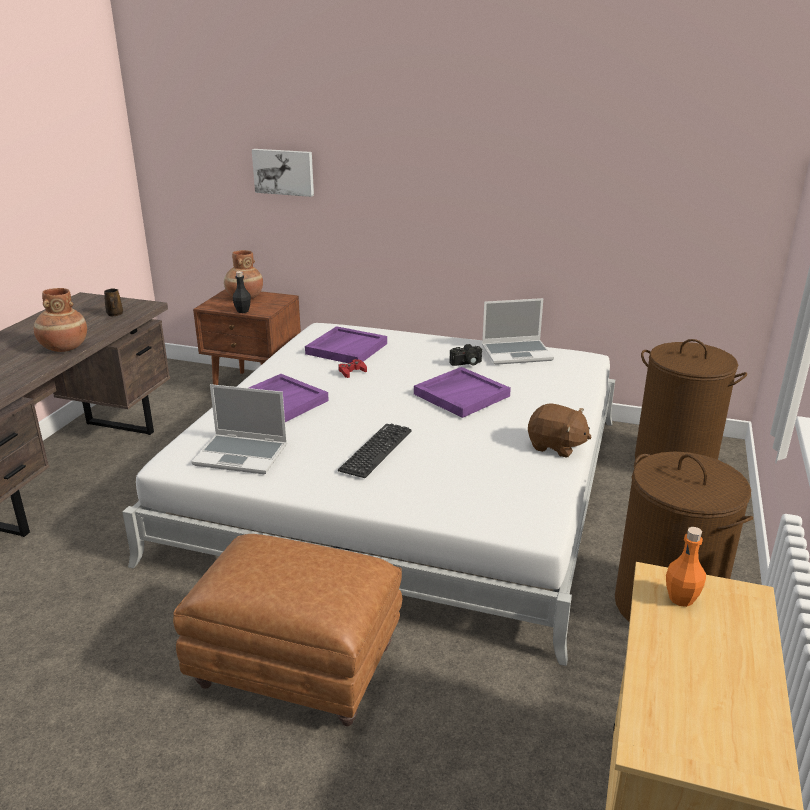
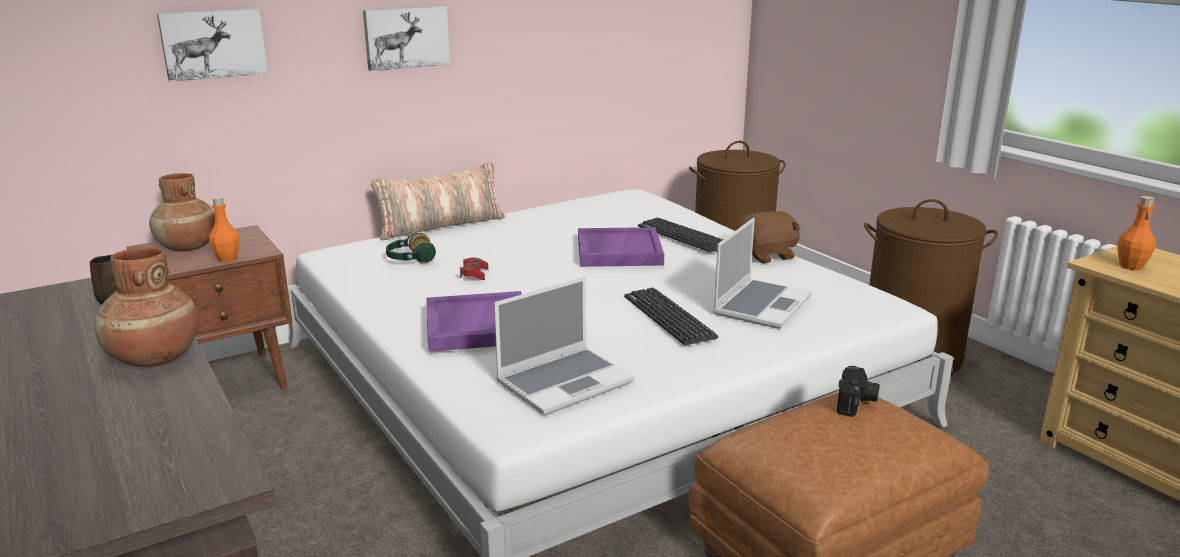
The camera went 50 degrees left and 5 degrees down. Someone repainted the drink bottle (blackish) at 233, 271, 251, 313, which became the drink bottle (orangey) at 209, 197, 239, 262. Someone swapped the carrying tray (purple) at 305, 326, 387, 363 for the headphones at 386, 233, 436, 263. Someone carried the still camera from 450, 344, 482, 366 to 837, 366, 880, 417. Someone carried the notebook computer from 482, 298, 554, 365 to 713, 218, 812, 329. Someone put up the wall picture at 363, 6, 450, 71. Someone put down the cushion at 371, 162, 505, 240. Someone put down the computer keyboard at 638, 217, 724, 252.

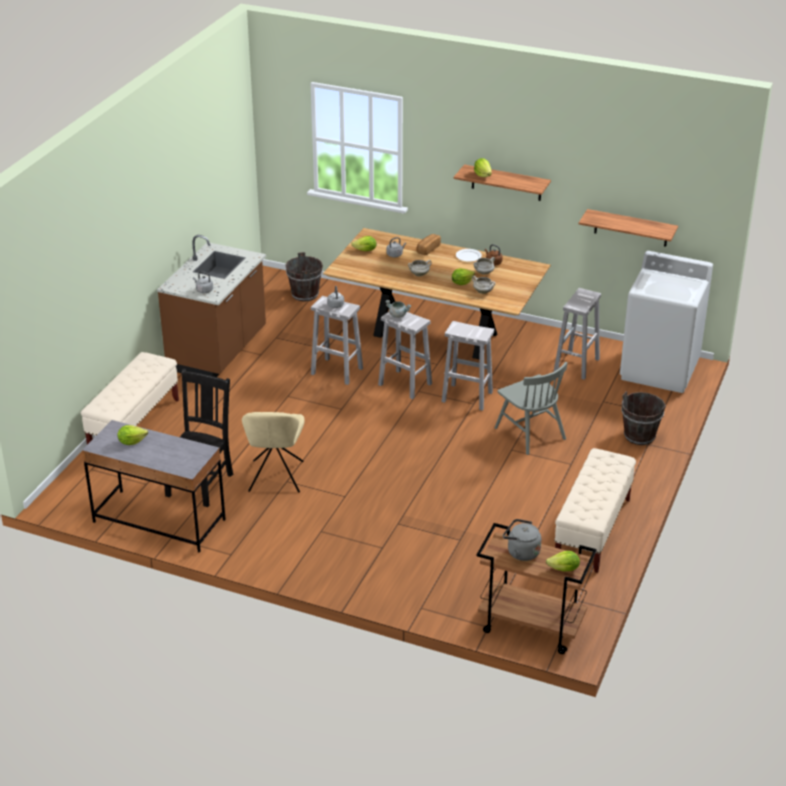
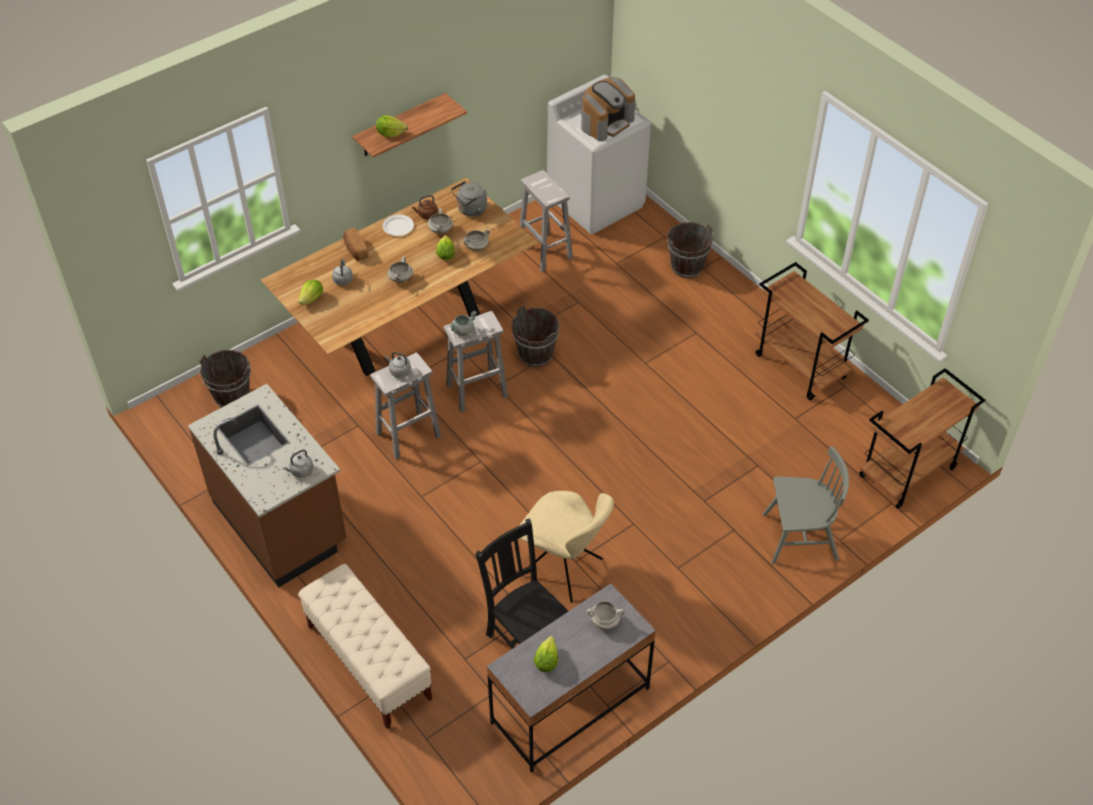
The camera went 60 degrees left and 15 degrees up. Someone swapped the stool (white) at 442, 321, 494, 411 for the water bucket (brown) at 511, 306, 560, 367. Someone carried the chair (grey) from 494, 362, 567, 455 to 763, 446, 849, 564. Someone carried the water kettle (grey) from 503, 519, 541, 561 to 451, 181, 487, 217. Someone took away the lettuce head at 546, 551, 580, 571. Someone swapped the long seat (beige-coloured) at 554, 448, 636, 573 for the trolley (brown) at 755, 262, 869, 401. Someone took away the wall shelf at 579, 209, 678, 247. Someone put down the coffee brewer at 581, 77, 635, 141. Someone put down the saucepot (white) at 587, 601, 624, 629.

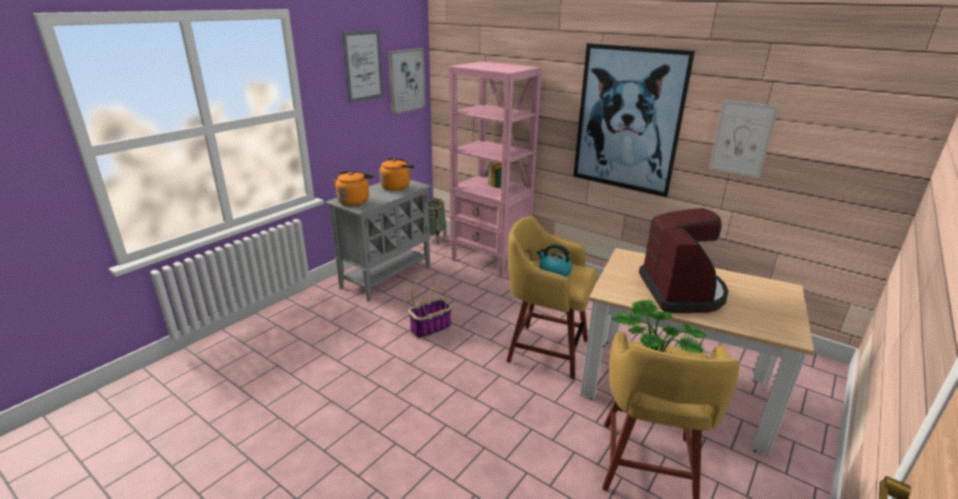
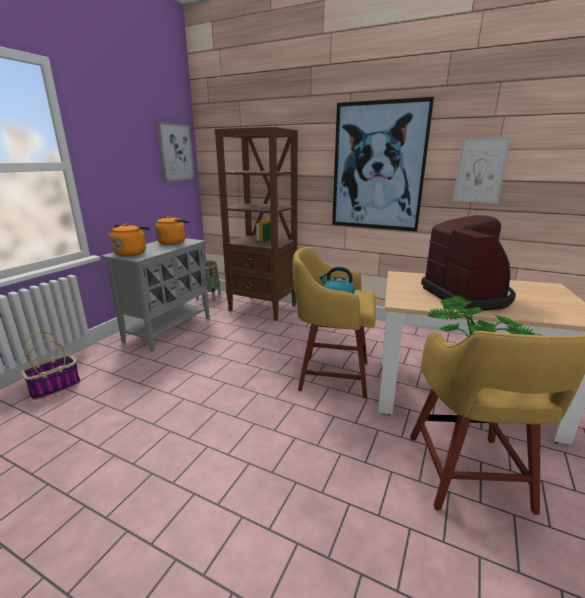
The camera went 10 degrees left and 5 degrees down. Someone took away the wall picture at 342, 30, 384, 103. Someone carried the basket from 408, 276, 452, 339 to 21, 332, 81, 400. Someone repainted the bookshelf (pinkish) at 448, 61, 542, 278, which became the bookshelf (brown) at 215, 127, 298, 321.

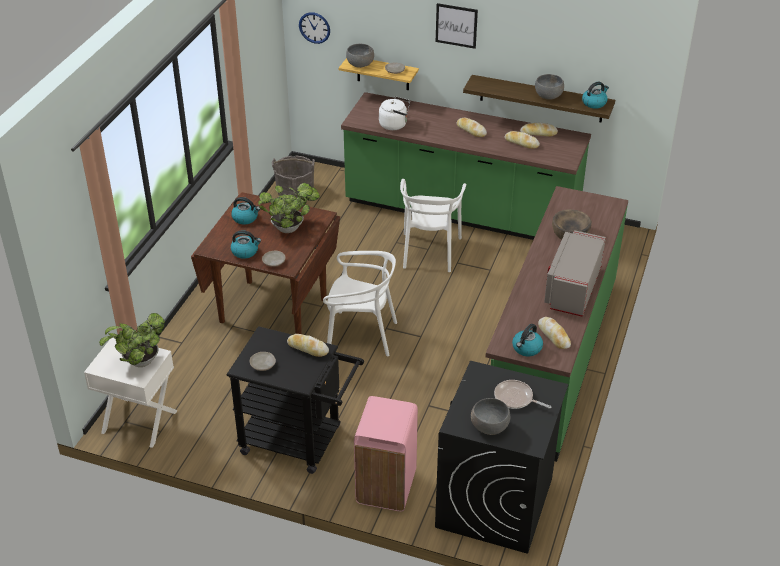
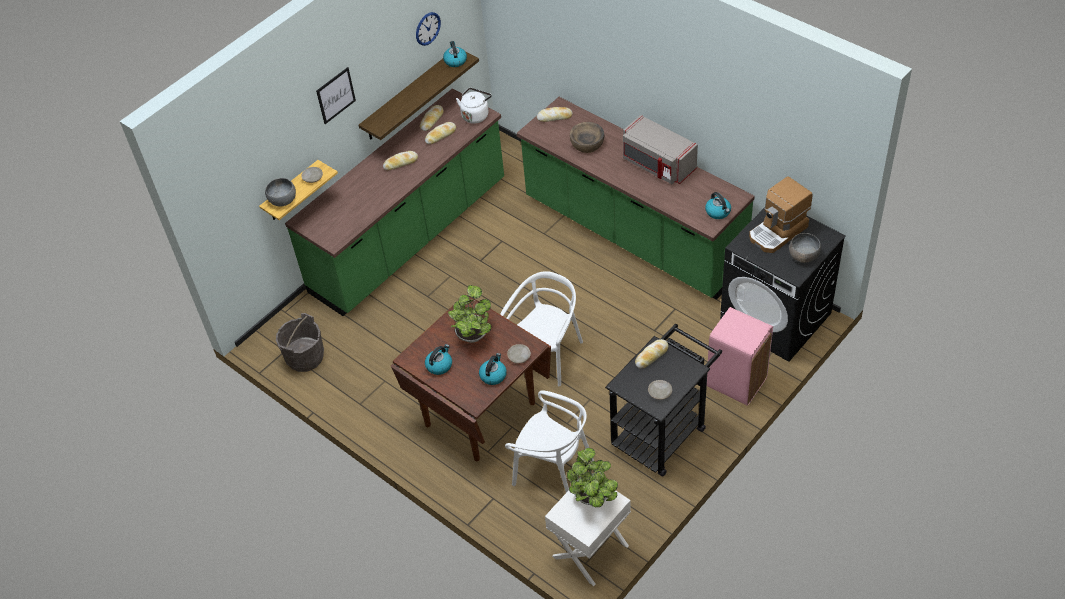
The camera went 65 degrees left and 10 degrees up. Someone carried the wall clock from 299, 12, 330, 44 to 416, 12, 441, 46. Someone carried the water kettle (white) from 379, 96, 410, 130 to 456, 88, 492, 124. Someone carried the chair (white) from 400, 179, 466, 272 to 505, 390, 594, 493. Someone swapped the skillet at 494, 380, 551, 409 for the coffee brewer at 749, 176, 813, 253. Someone took away the serving bowl (grey) at 535, 74, 564, 100. Someone carried the bread from 538, 317, 571, 349 to 537, 107, 573, 122.

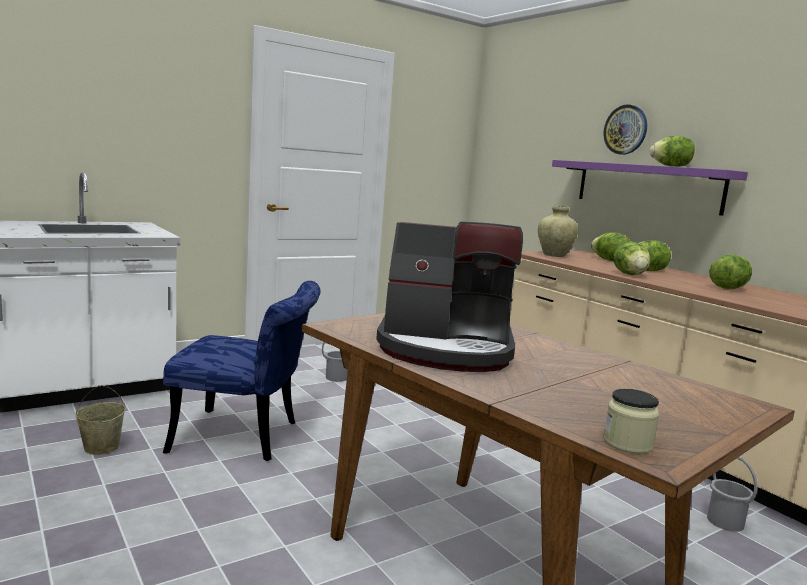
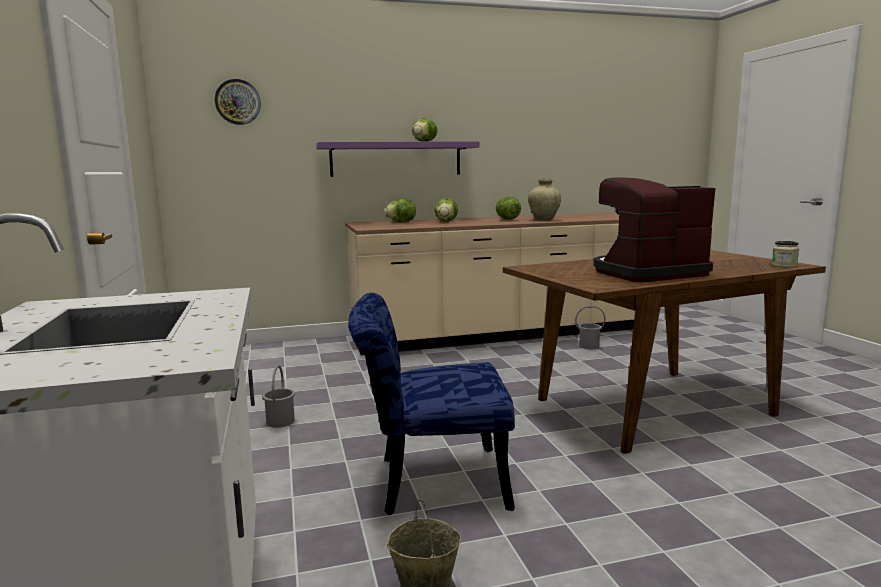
The camera went 70 degrees left and 0 degrees up. Someone rotated the chair (blue) at 163, 281, 320, 461 by 120 degrees counterclockwise. Someone rotated the coffee brewer at 376, 221, 523, 372 by 135 degrees counterclockwise. Someone carried the decorative vase (beige-coloured) from 538, 205, 578, 257 to 528, 178, 561, 221. Someone carried the wall clock from 603, 104, 647, 155 to 215, 79, 261, 125. Someone took away the lettuce head at 613, 242, 651, 275.

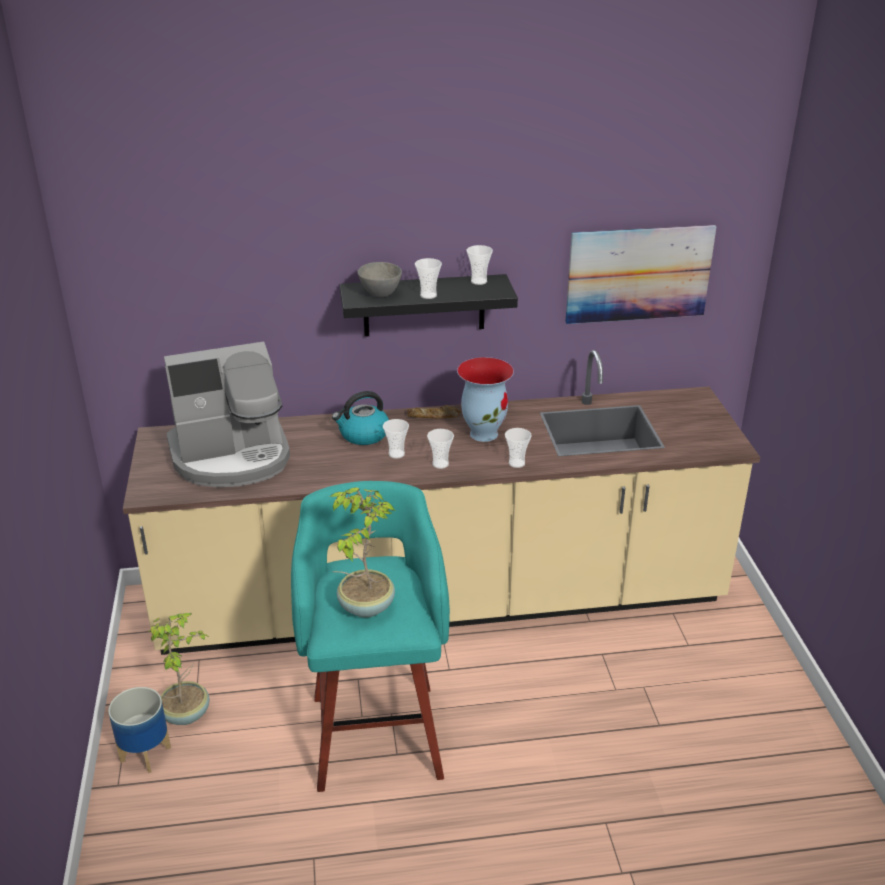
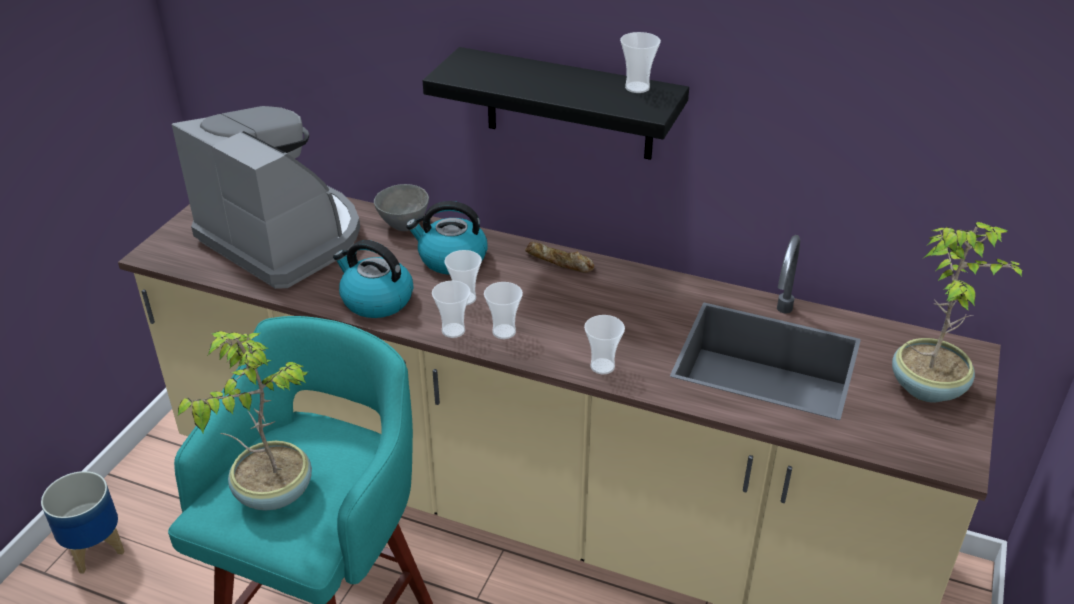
The camera went 30 degrees right and 5 degrees up. Someone carried the plant in a pot from 148, 613, 210, 725 to 892, 222, 1022, 402. Someone rotated the coffee brewer at 164, 342, 290, 487 by 150 degrees counterclockwise. Someone carried the serving bowl (grey) from 357, 262, 402, 297 to 374, 184, 429, 231. Someone carried the cup from 415, 258, 442, 299 to 432, 281, 471, 338. Someone took away the decorative vase at 457, 357, 514, 442. Someone took away the wall picture at 565, 225, 717, 324. Someone put down the water kettle at 333, 240, 413, 318.

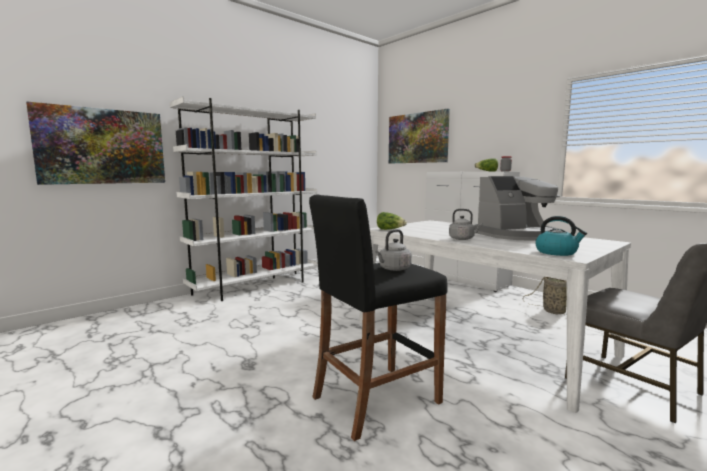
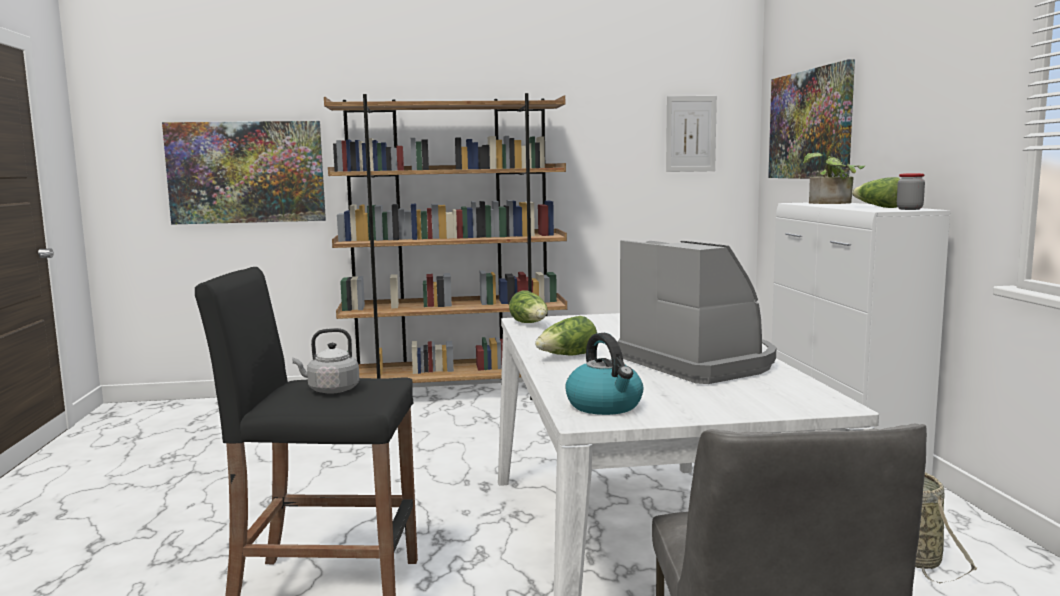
The camera went 35 degrees right and 0 degrees up. Someone repainted the bookshelf (white) at 170, 96, 318, 301, which became the bookshelf (brown) at 324, 93, 567, 400. Someone swapped the water kettle (grey) at 449, 209, 483, 240 for the lettuce head at 535, 316, 597, 355. Someone rotated the coffee brewer at 474, 176, 560, 240 by 135 degrees counterclockwise. Someone put up the wall picture at 666, 96, 717, 172. Someone put down the plant in a pot at 803, 153, 865, 204.

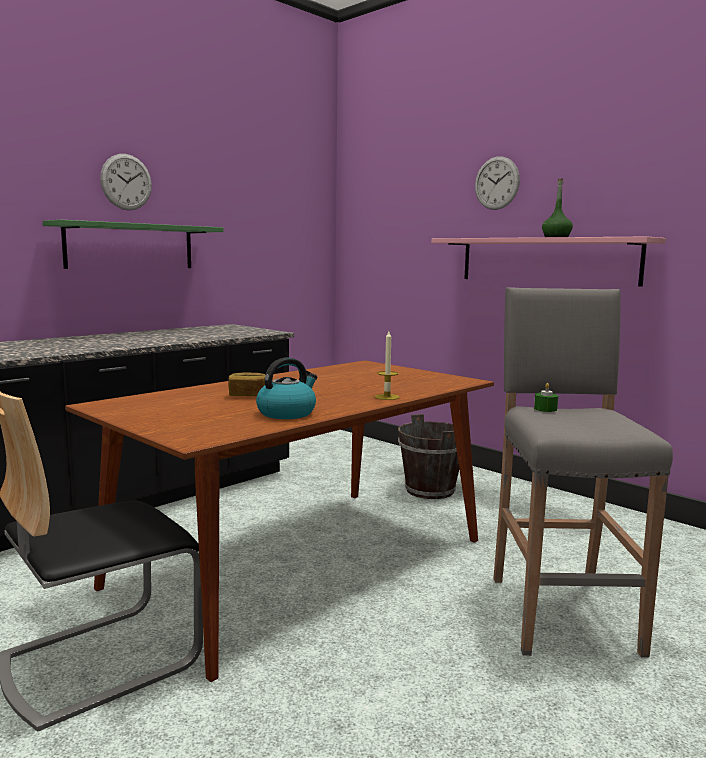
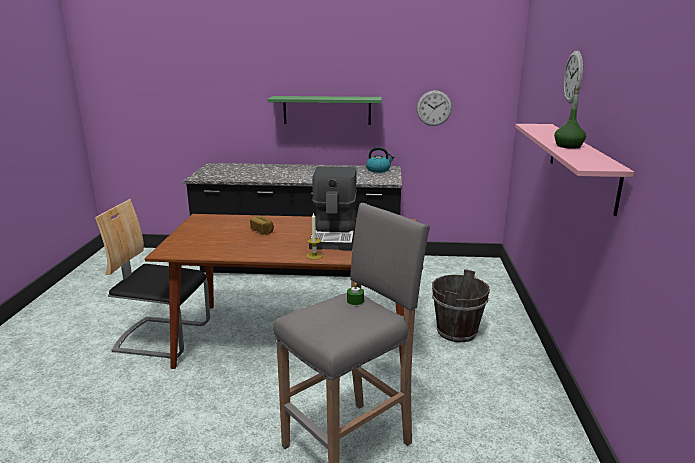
The camera went 50 degrees right and 10 degrees up. Someone carried the wall clock from 100, 154, 152, 210 to 417, 90, 452, 126. Someone carried the water kettle from 256, 357, 317, 419 to 366, 147, 395, 173. Someone put down the coffee brewer at 309, 167, 357, 250.

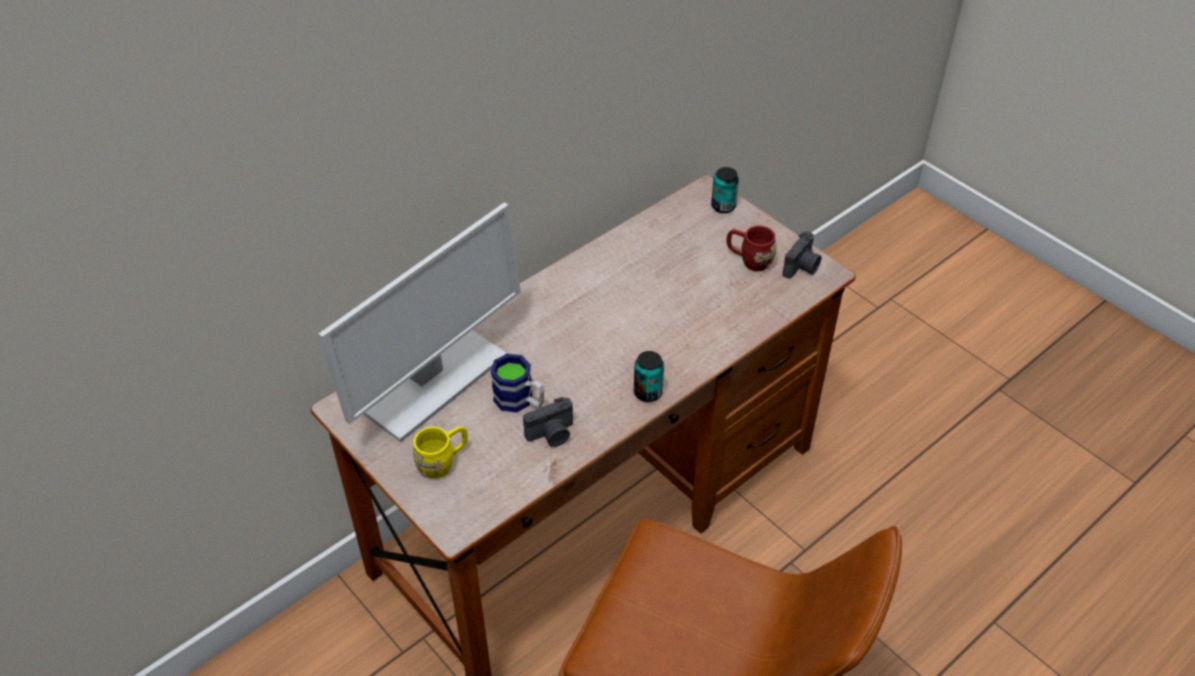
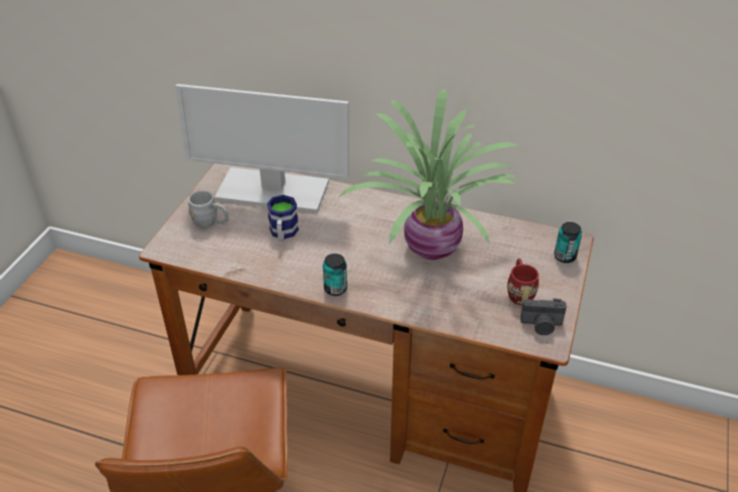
The camera went 60 degrees right and 5 degrees down. Someone repainted the tea mug (yellowish) at 412, 426, 468, 479, which became the tea mug (grey) at 188, 191, 229, 228. Someone took away the still camera at 523, 397, 573, 447. Someone put down the plant in a pot at 338, 88, 519, 260.

